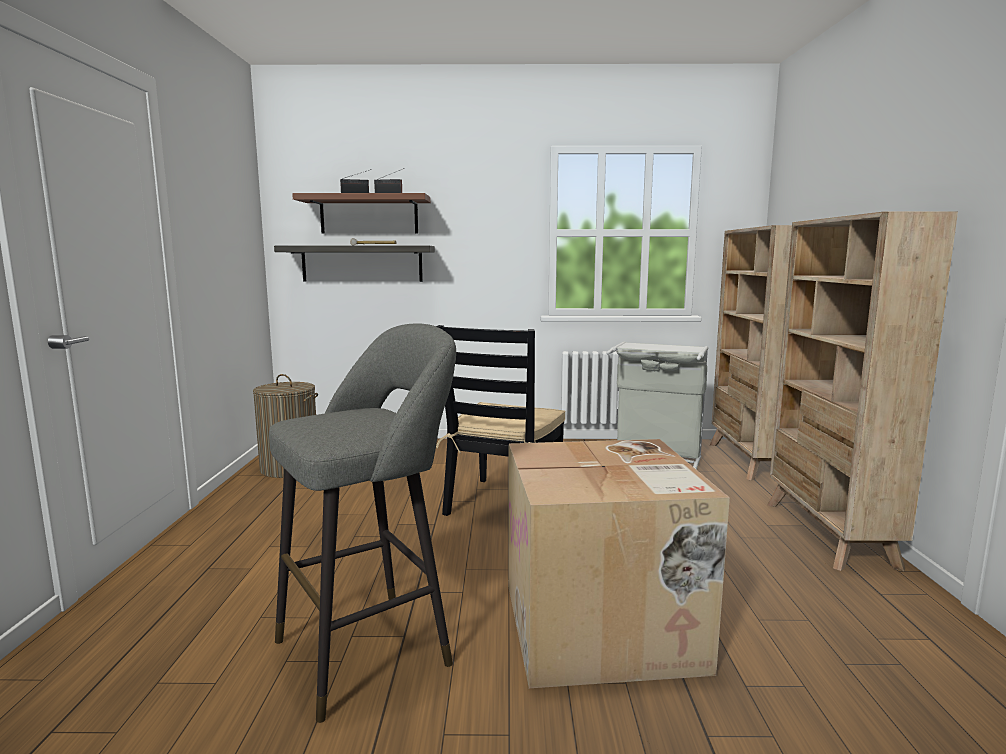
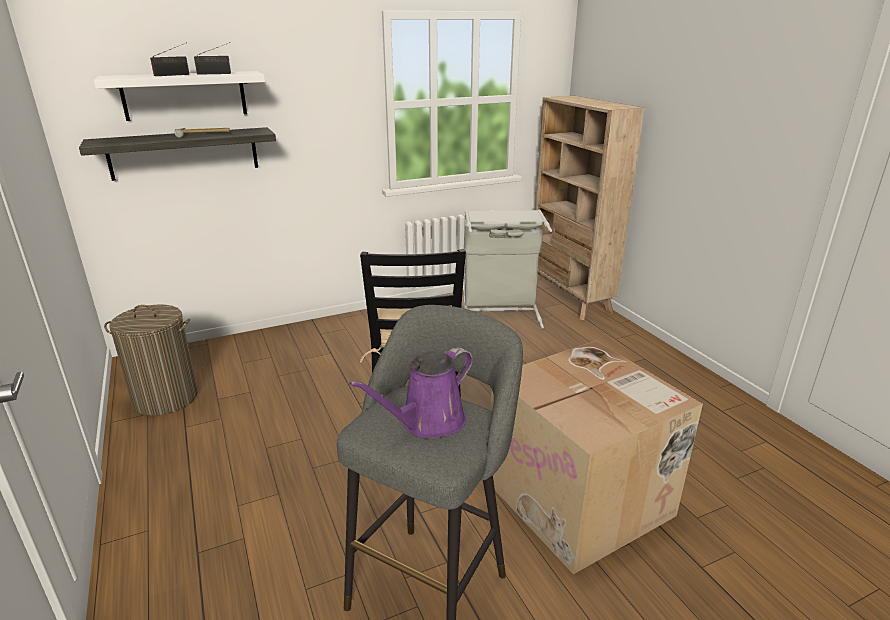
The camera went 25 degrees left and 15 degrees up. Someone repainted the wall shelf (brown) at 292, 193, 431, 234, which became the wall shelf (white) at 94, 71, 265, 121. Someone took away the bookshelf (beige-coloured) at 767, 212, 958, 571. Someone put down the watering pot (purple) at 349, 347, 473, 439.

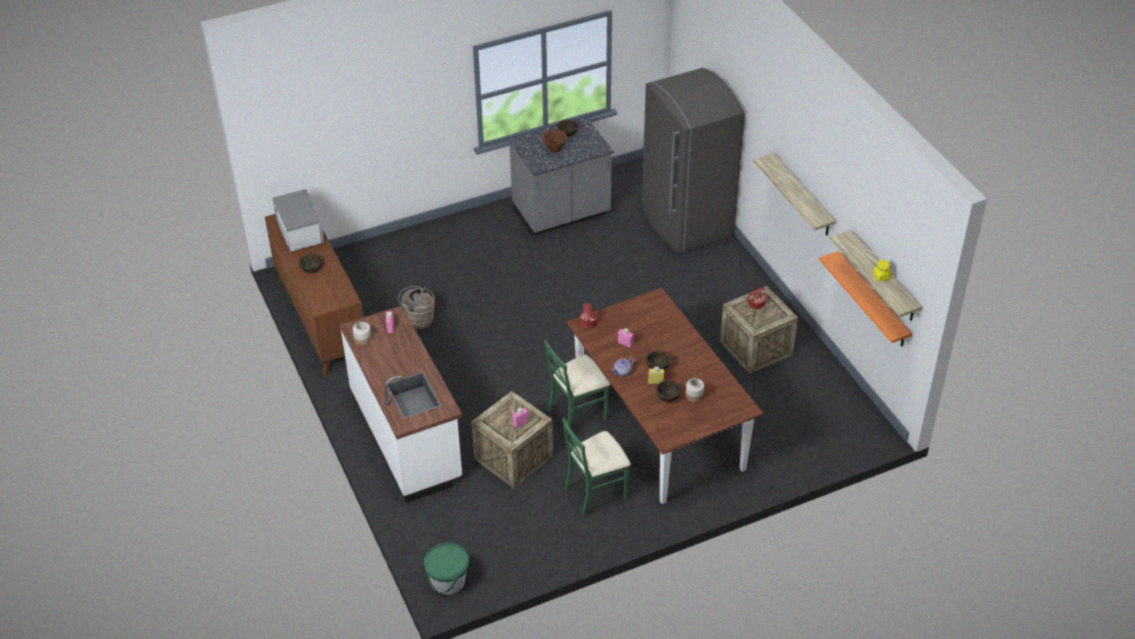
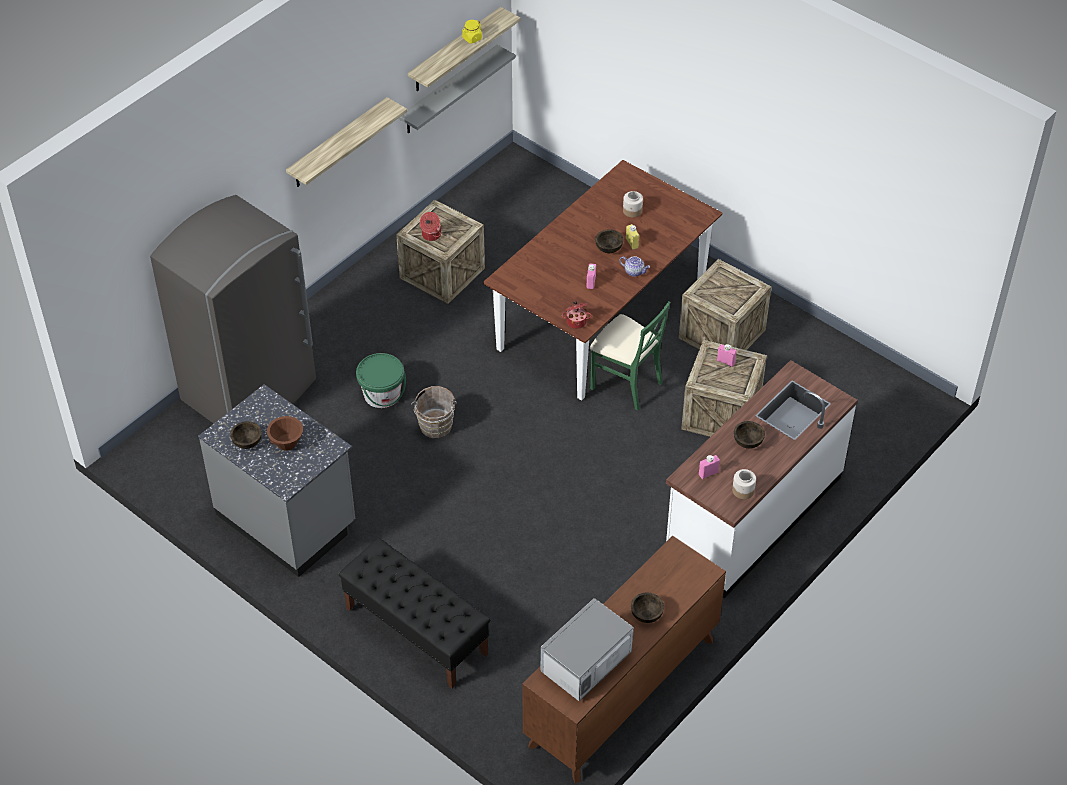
The camera went 115 degrees left and 5 degrees up. Someone carried the water bucket (brown) from 398, 286, 435, 329 to 411, 386, 457, 438. Someone carried the water bucket (green) from 424, 543, 469, 595 to 356, 353, 406, 408. Someone swapped the chair (green) at 562, 417, 631, 516 for the crate at 679, 259, 771, 350. Someone carried the serving bowl (brown) from 656, 380, 681, 402 to 734, 421, 765, 449. Someone repainted the wall shelf (orangey) at 819, 251, 912, 347, which became the wall shelf (grey) at 399, 45, 516, 133. Someone put down the long seat (blackish) at 339, 538, 490, 689.

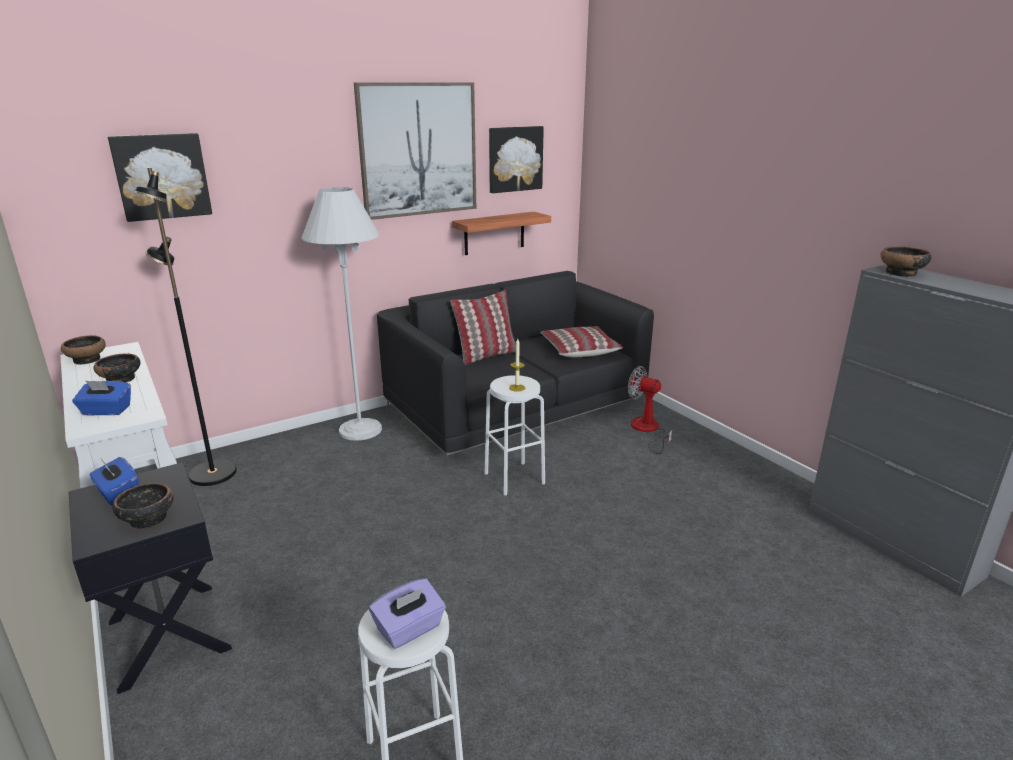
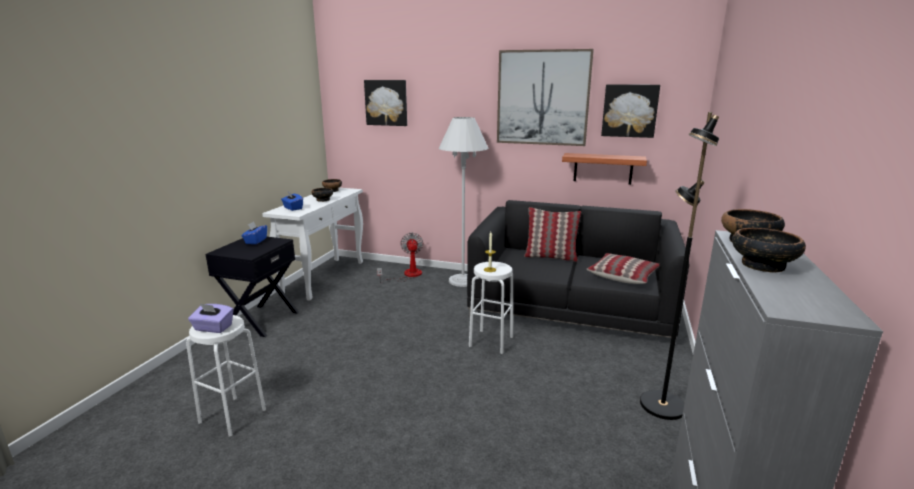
The camera went 50 degrees right and 5 degrees down. Someone carried the serving bowl from 112, 483, 174, 529 to 732, 228, 806, 273. Someone carried the standing lamp (blackish) from 134, 168, 237, 486 to 640, 112, 719, 420. Someone carried the fan from 628, 366, 672, 454 to 377, 232, 423, 283.

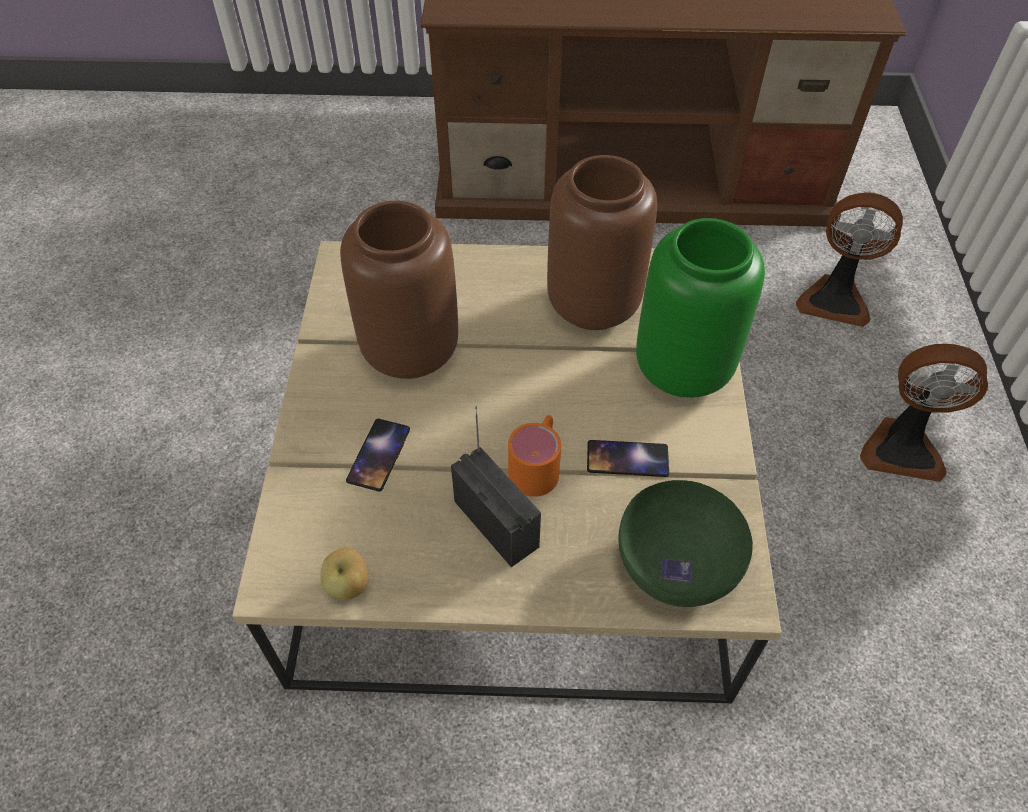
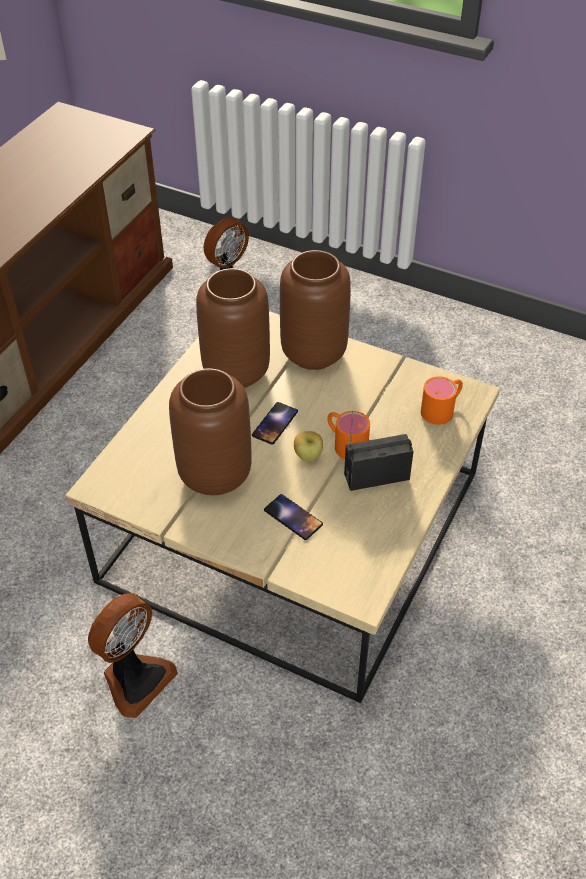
The camera went 65 degrees left and 5 degrees down. Someone carried the whole apple from 320, 548, 368, 600 to 294, 431, 323, 462. Someone carried the phone from 587, 440, 669, 477 to 252, 402, 298, 445. Someone swapped the serving bowl (green) at 618, 480, 753, 607 for the tea mug (orangey) at 421, 376, 463, 425. Someone repainted the decorative vase (green) at 636, 218, 765, 398, which became the decorative vase (brown) at 280, 250, 351, 370. Someone carried the fan from 860, 344, 988, 482 to 88, 593, 178, 718.

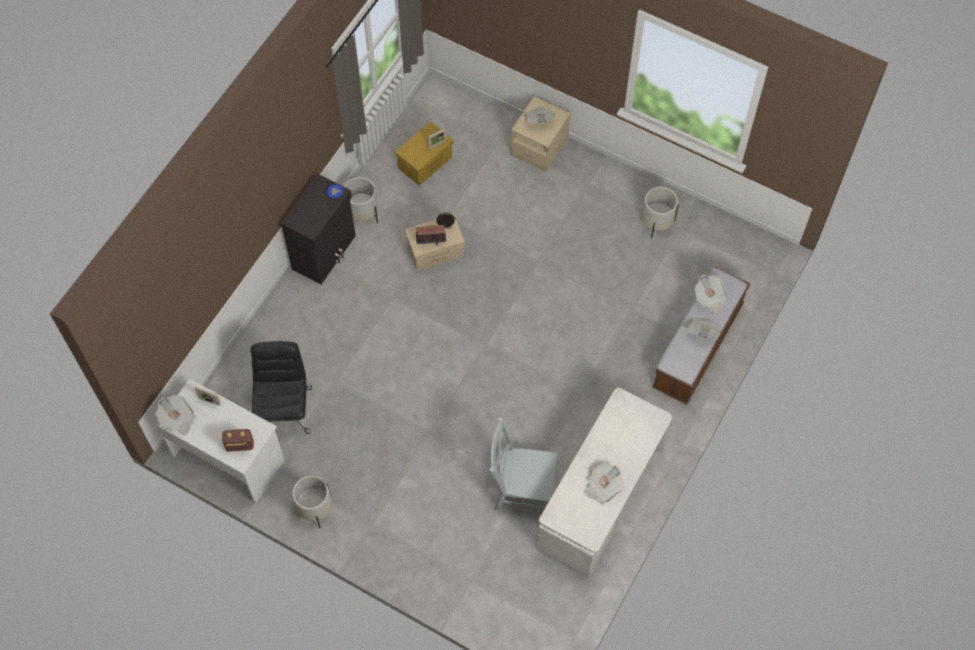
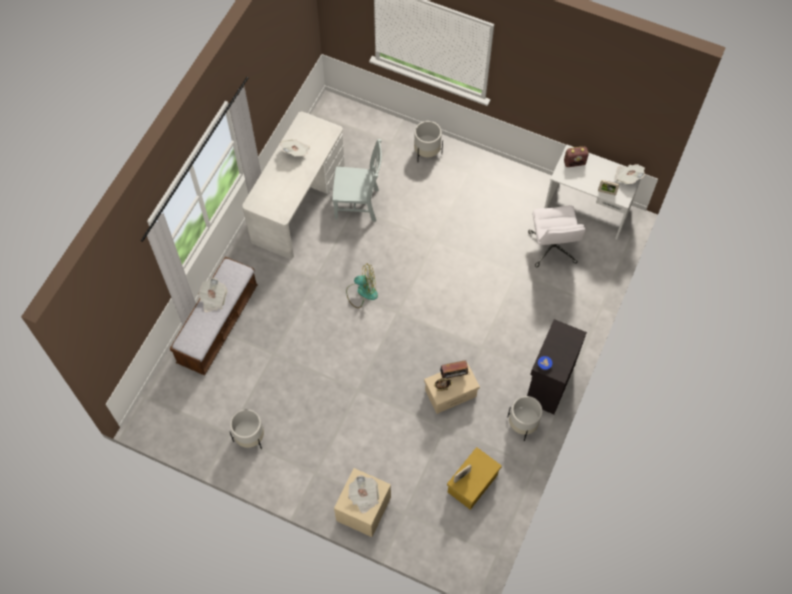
The camera went 175 degrees right and 0 degrees up. Someone repainted the computer chair (blackish) at 251, 341, 312, 434, which became the computer chair (white) at 528, 205, 585, 267. Someone carried the planter (white) from 292, 475, 332, 528 to 414, 121, 443, 162. Someone took away the newspaper at 694, 274, 728, 314. Someone put down the fan at 346, 264, 378, 308.

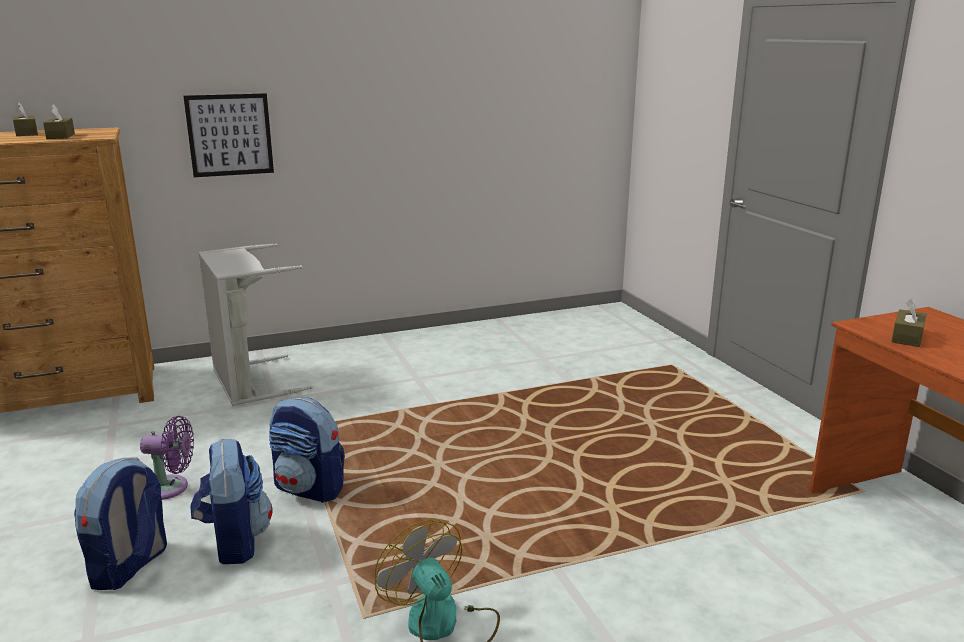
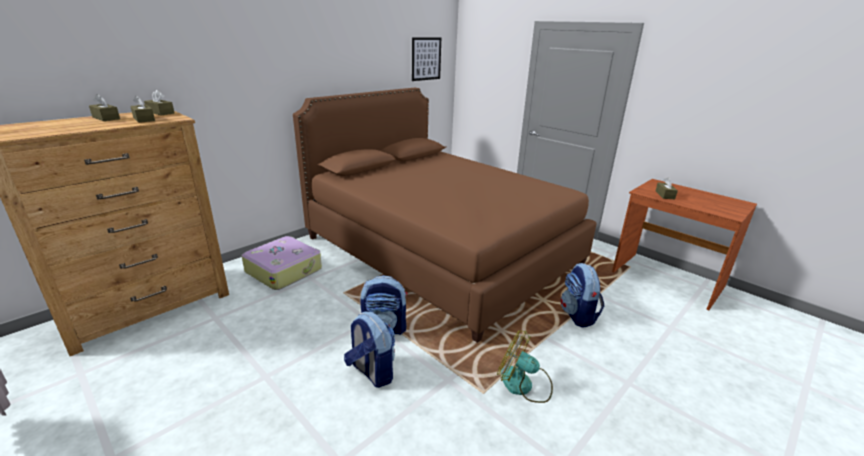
The camera went 25 degrees left and 5 degrees up. Someone carried the backpack from 74, 457, 167, 590 to 560, 263, 604, 328. Someone took away the fan (purple) at 140, 416, 194, 500. Someone carried the wall picture from 183, 93, 274, 177 to 412, 37, 441, 81. Someone swapped the hamper (grey) at 199, 243, 313, 406 for the travel case at 242, 236, 322, 290. Someone put down the box of tissues (brown) at 144, 90, 174, 115. Someone put down the sleeping bed (brown) at 293, 88, 597, 343.

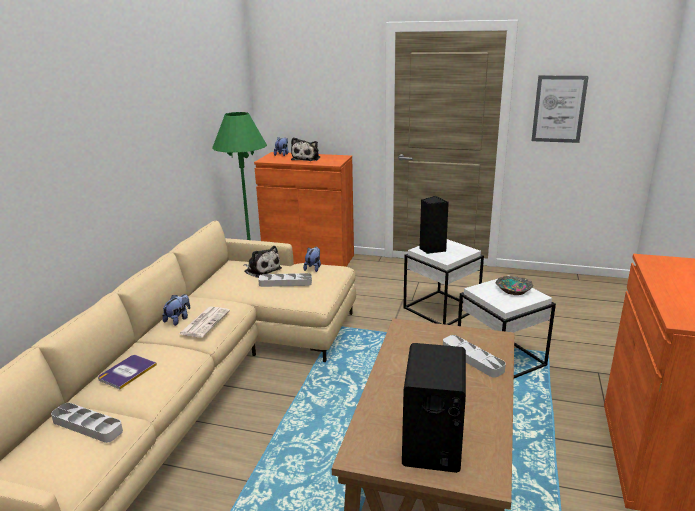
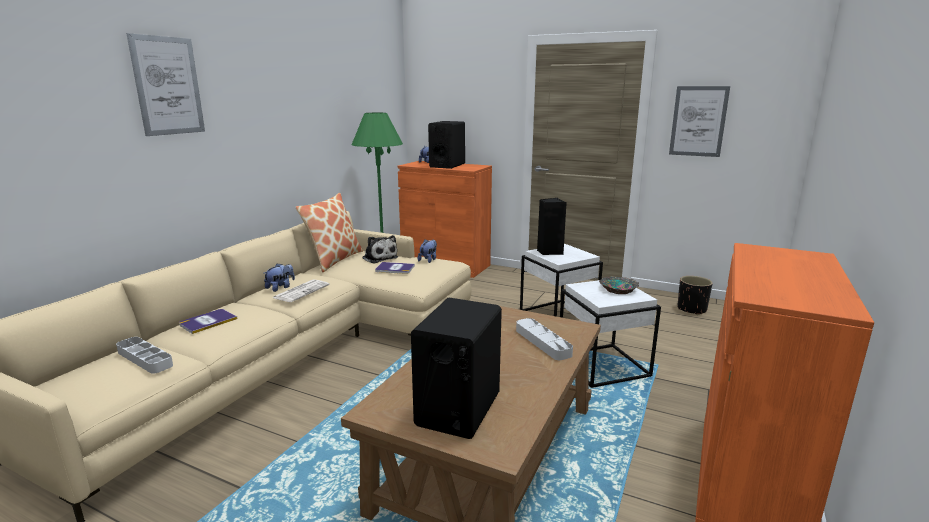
The camera went 10 degrees right and 5 degrees down. Someone swapped the carrying tray (grey) at 258, 273, 312, 287 for the book at 375, 262, 415, 274. Someone swapped the cuddly toy at 291, 137, 320, 161 for the audio speaker (blackish) at 428, 121, 465, 169. Someone put up the wall picture at 126, 33, 205, 136. Someone put down the cushion at 296, 193, 363, 272. Someone put down the planter (blackish) at 677, 276, 713, 315.

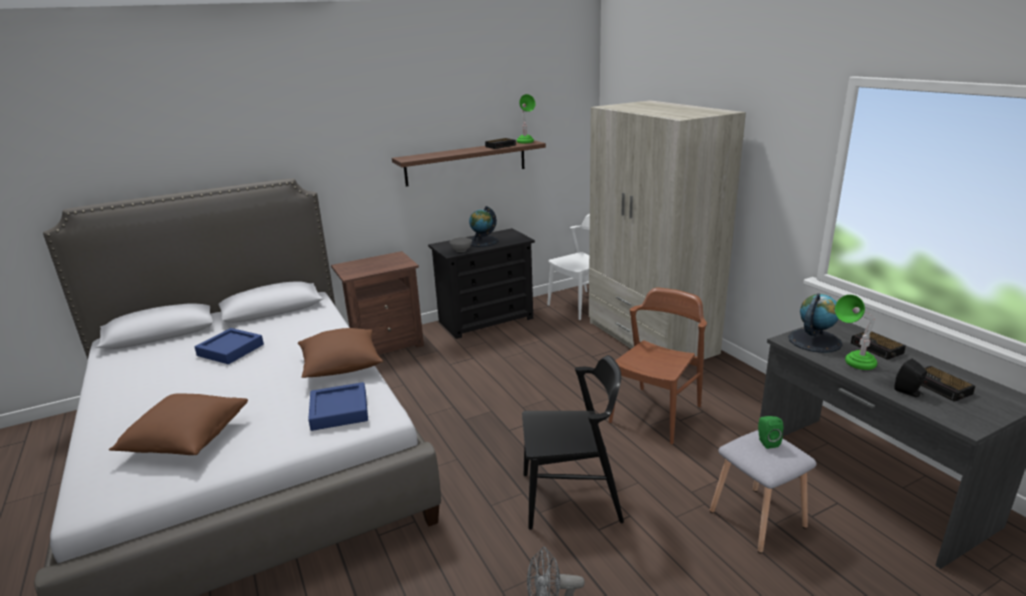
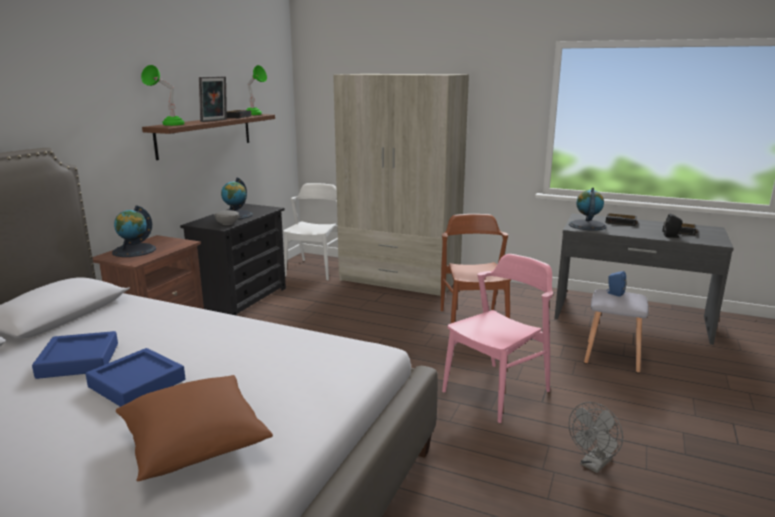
The camera went 40 degrees left and 5 degrees down. Someone took away the cushion (brown) at 298, 328, 383, 378. Someone carried the carrying tray (blue) from 308, 382, 368, 431 to 86, 348, 185, 407. Someone repainted the chair (blackish) at 522, 355, 624, 530, which became the chair (pinkish) at 442, 254, 553, 423. Someone repainted the audio speaker (green) at 758, 416, 783, 449, which became the audio speaker (blue) at 606, 271, 627, 297. Someone carried the table lamp (green) from 835, 295, 877, 370 to 141, 65, 184, 126. Someone put down the desk globe at 112, 205, 156, 257. Someone put down the standing frame at 199, 76, 227, 122.

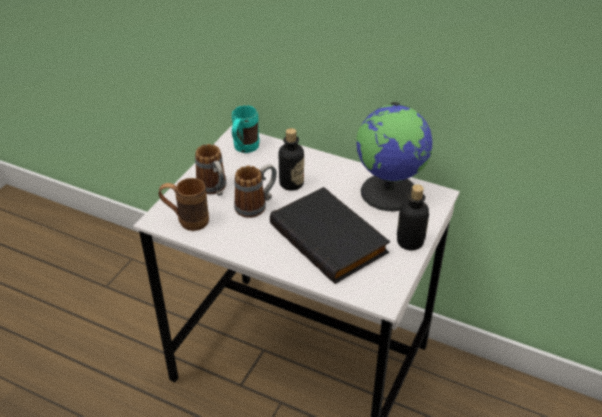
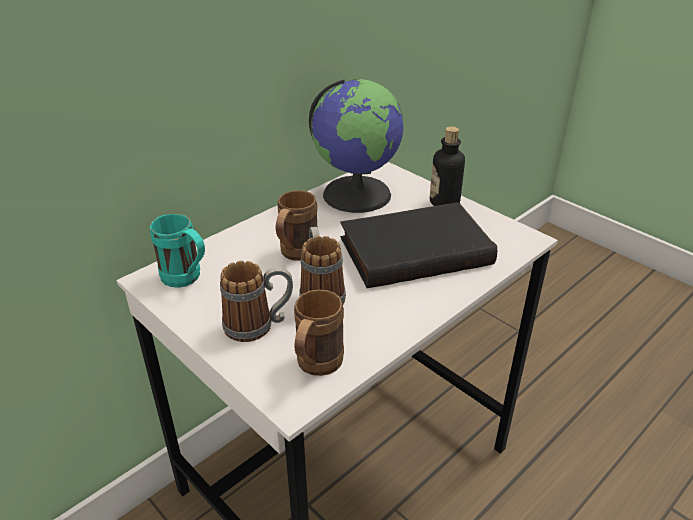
The camera went 70 degrees left and 5 degrees down. Someone swapped the drink bottle at 279, 128, 304, 191 for the tea mug (brown) at 276, 190, 317, 261.

